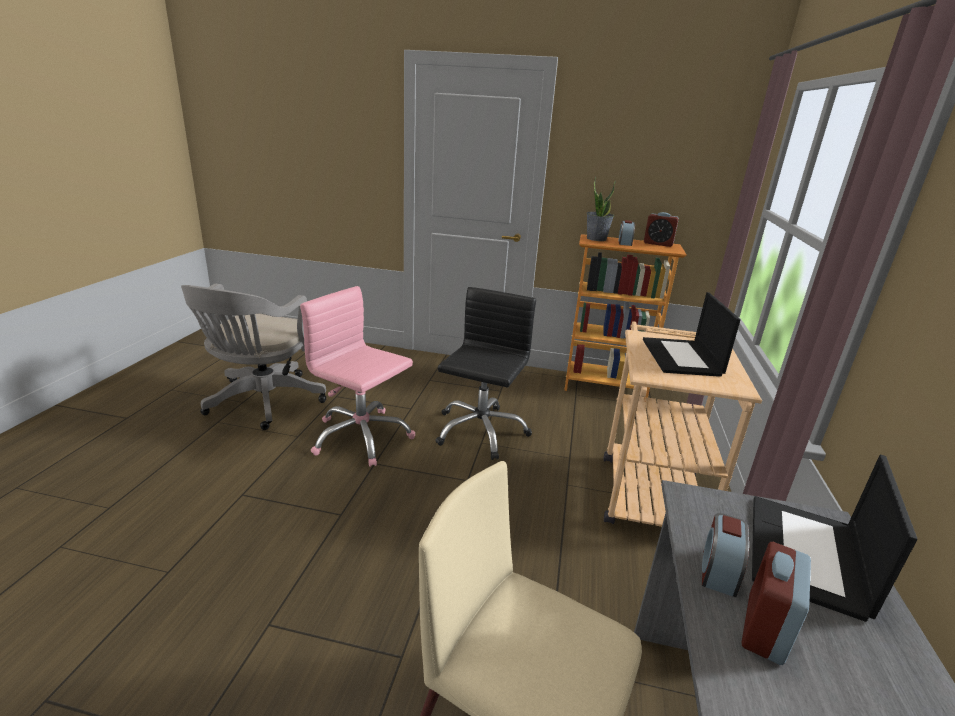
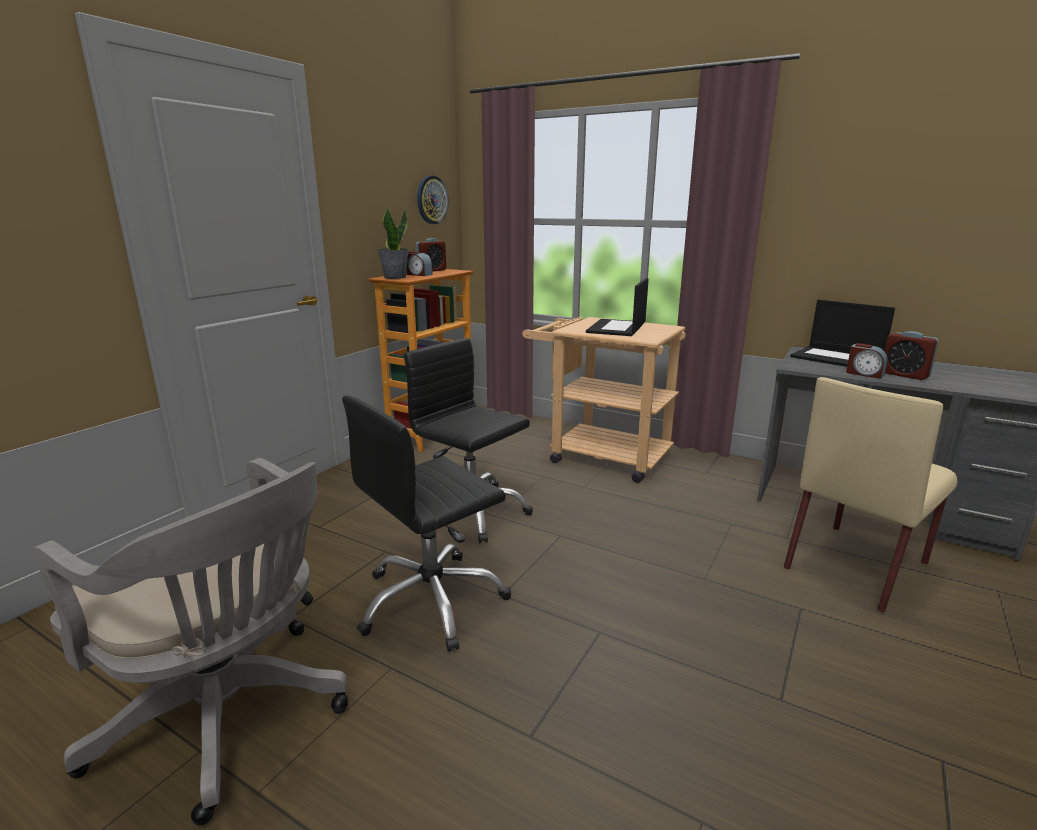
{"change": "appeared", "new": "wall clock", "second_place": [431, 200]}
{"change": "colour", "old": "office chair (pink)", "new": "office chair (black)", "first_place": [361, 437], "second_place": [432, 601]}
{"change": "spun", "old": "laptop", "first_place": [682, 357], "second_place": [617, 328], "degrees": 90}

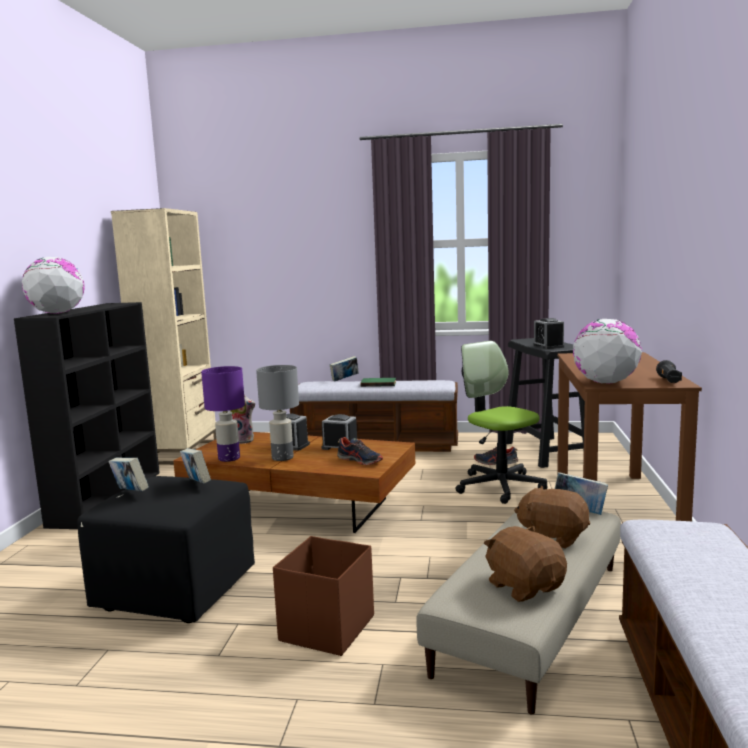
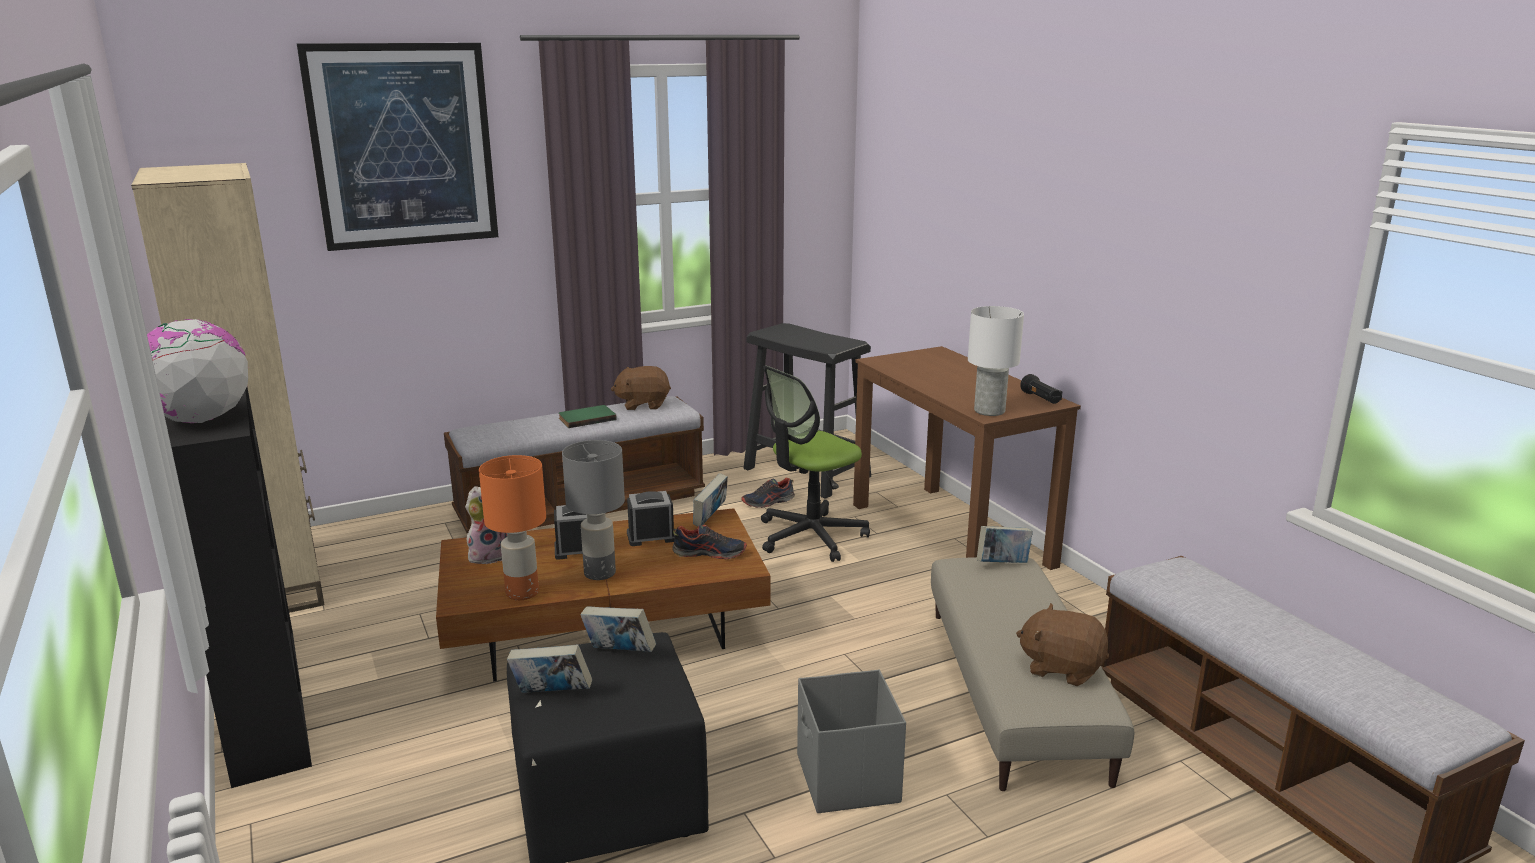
{"change": "missing", "old": "alarm clock", "first_place": [548, 346]}
{"change": "appeared", "new": "picture", "second_place": [403, 146]}
{"change": "relocated", "old": "book", "first_place": [344, 380], "second_place": [710, 519]}
{"change": "relocated", "old": "plush toy (brown)", "first_place": [553, 537], "second_place": [643, 404]}
{"change": "exchanged", "old": "globe", "new": "table lamp (white)", "first_place": [605, 382], "second_place": [988, 410]}
{"change": "colour", "old": "table lamp (purple)", "new": "table lamp (orange)", "first_place": [229, 458], "second_place": [523, 592]}
{"change": "colour", "old": "storage box (brown)", "new": "storage box (grey)", "first_place": [326, 629], "second_place": [847, 780]}
{"change": "spun", "old": "office chair", "first_place": [499, 486], "second_place": [810, 536], "degrees": -60}

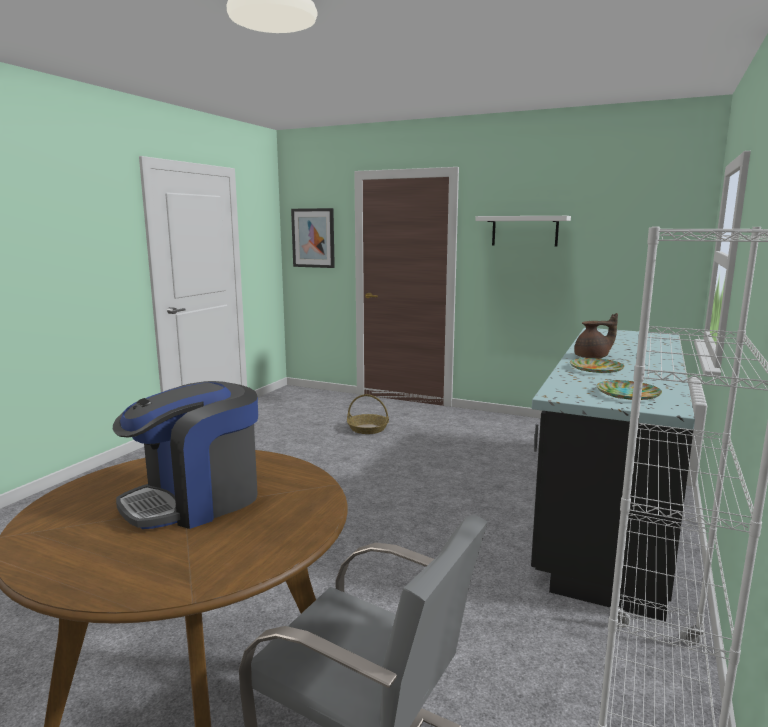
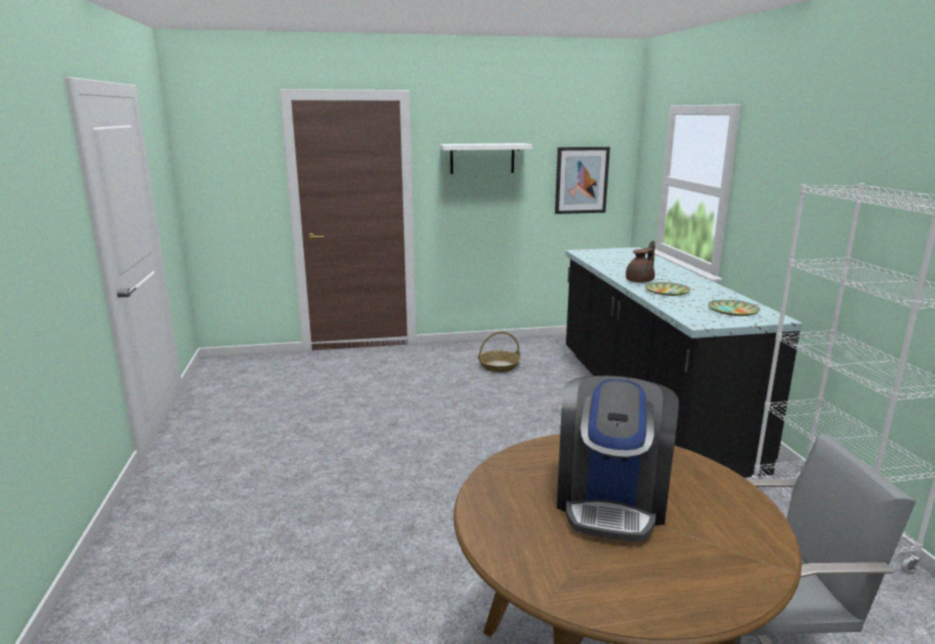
{"change": "relocated", "old": "picture", "first_place": [313, 238], "second_place": [581, 180]}
{"change": "relocated", "old": "basket", "first_place": [368, 429], "second_place": [499, 366]}

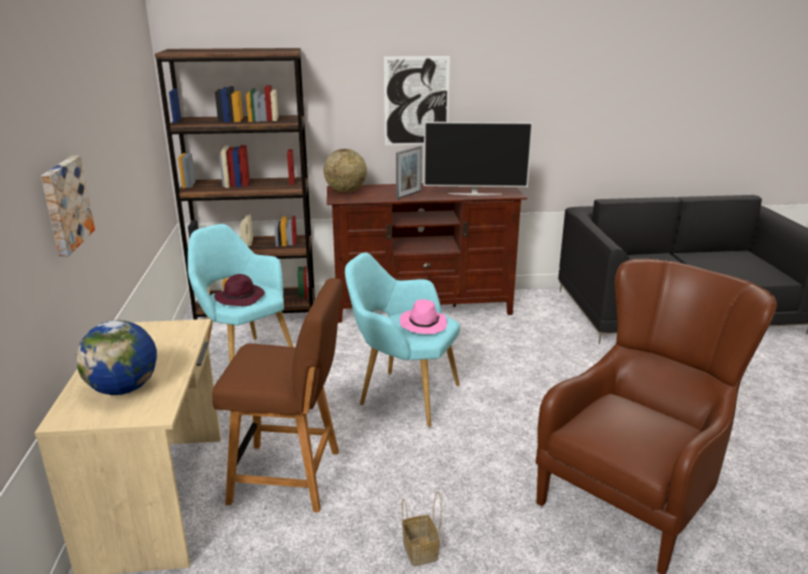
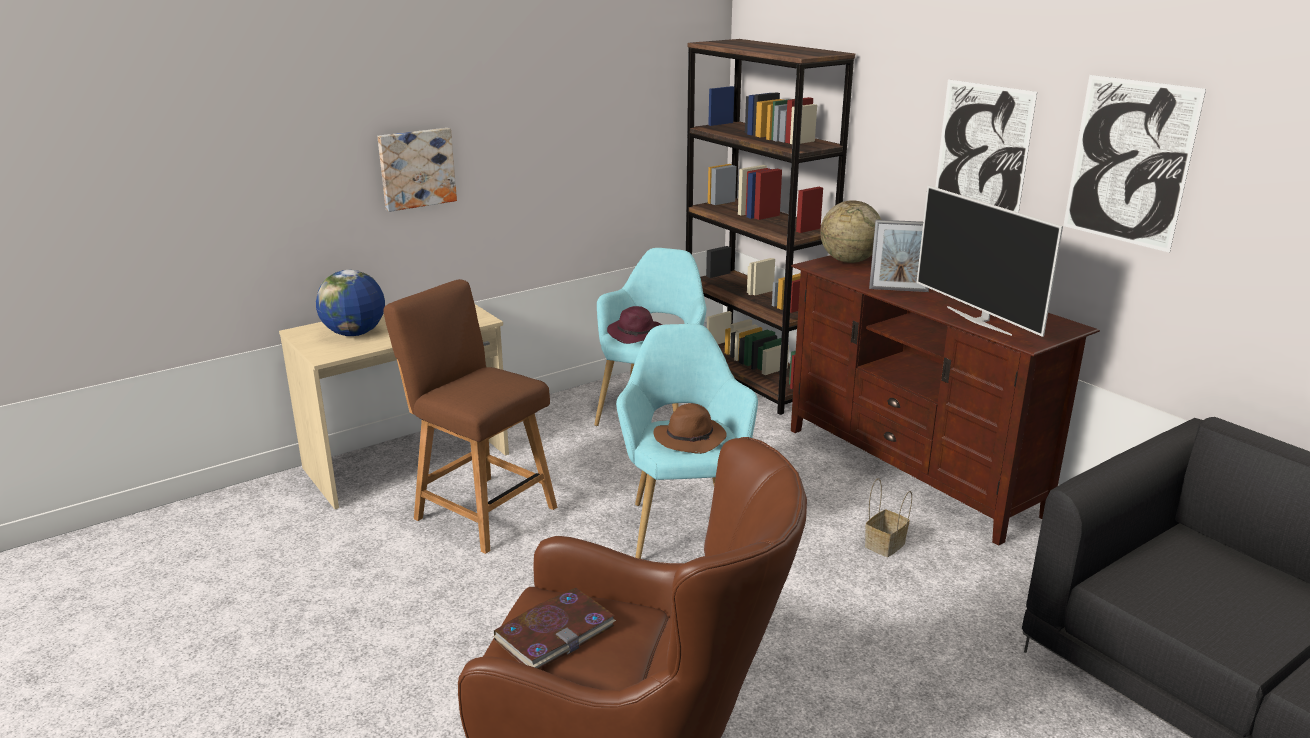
{"change": "appeared", "new": "book", "second_place": [555, 632]}
{"change": "appeared", "new": "picture", "second_place": [1129, 162]}
{"change": "relocated", "old": "basket", "first_place": [421, 551], "second_place": [885, 545]}
{"change": "colour", "old": "hat (pink)", "new": "hat (brown)", "first_place": [423, 325], "second_place": [691, 438]}
{"change": "spun", "old": "chair (brown)", "first_place": [291, 477], "second_place": [481, 511], "degrees": 150}

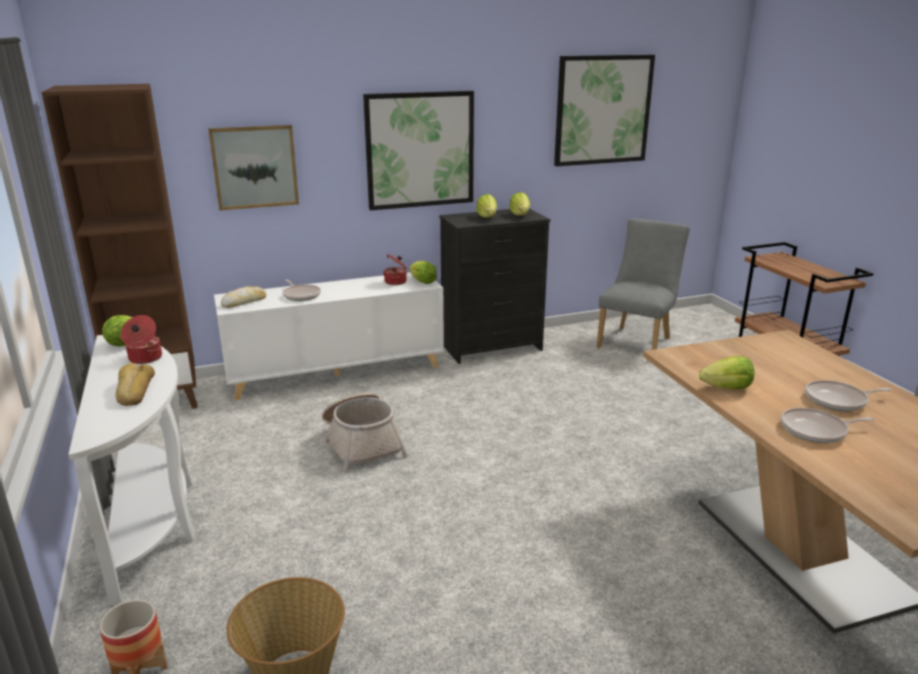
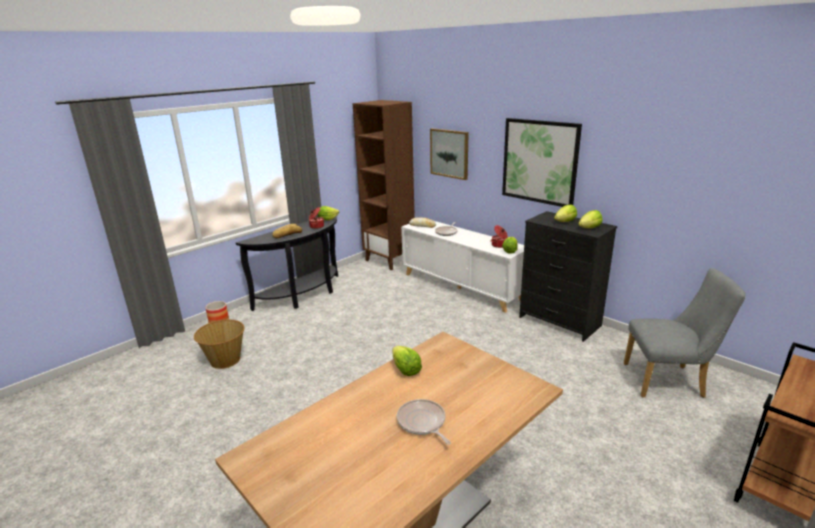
{"change": "missing", "old": "basket", "first_place": [362, 443]}
{"change": "missing", "old": "picture", "first_place": [602, 110]}
{"change": "missing", "old": "frying pan", "first_place": [816, 430]}
{"change": "colour", "old": "console table (white)", "new": "console table (black)", "first_place": [153, 518], "second_place": [304, 295]}

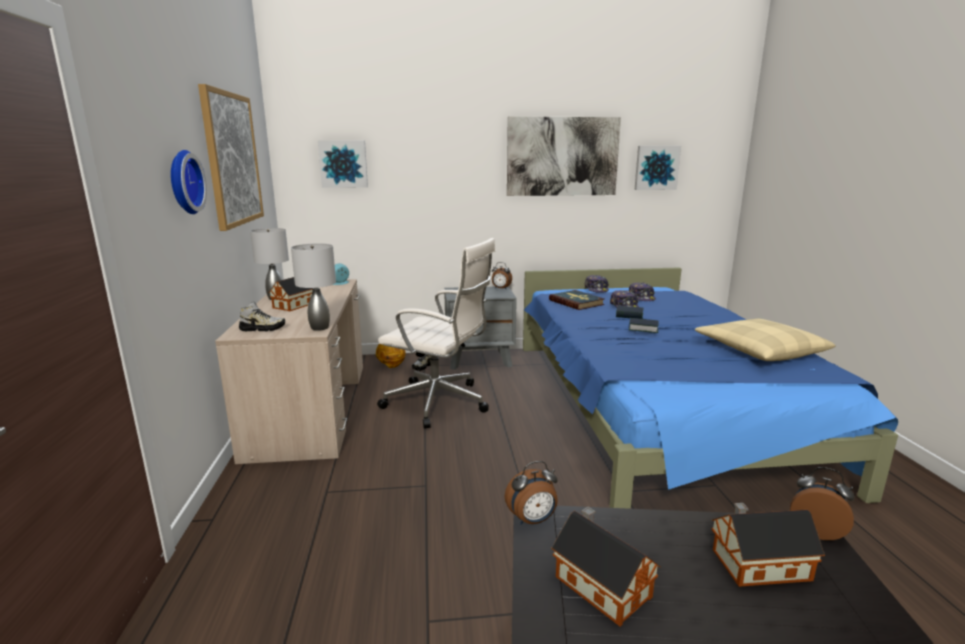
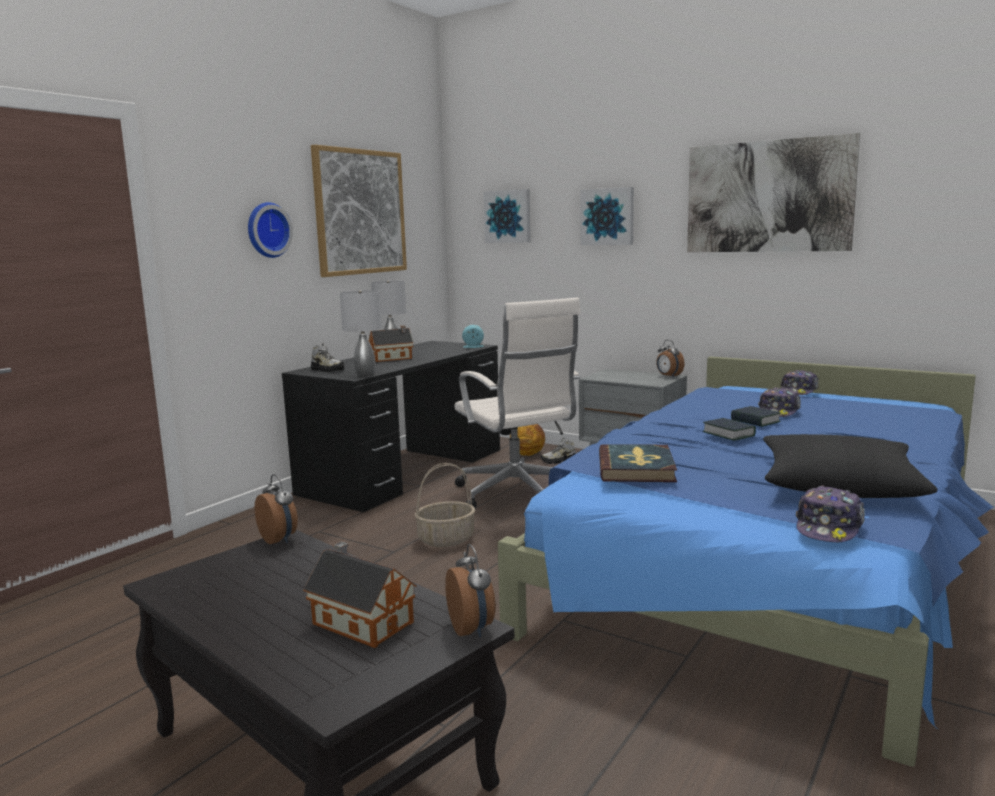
{"change": "missing", "old": "toy house", "first_place": [600, 584]}
{"change": "appeared", "new": "basket", "second_place": [446, 539]}
{"change": "relocated", "old": "book", "first_place": [576, 302], "second_place": [636, 468]}
{"change": "relocated", "old": "cap", "first_place": [641, 297], "second_place": [829, 528]}
{"change": "relocated", "old": "picture", "first_place": [656, 168], "second_place": [607, 216]}
{"change": "colour", "old": "desk (beige)", "new": "desk (black)", "first_place": [311, 406], "second_place": [406, 470]}
{"change": "colour", "old": "pillow (beige)", "new": "pillow (black)", "first_place": [759, 350], "second_place": [838, 483]}
{"change": "spun", "old": "alarm clock", "first_place": [532, 520], "second_place": [279, 539], "degrees": -150}

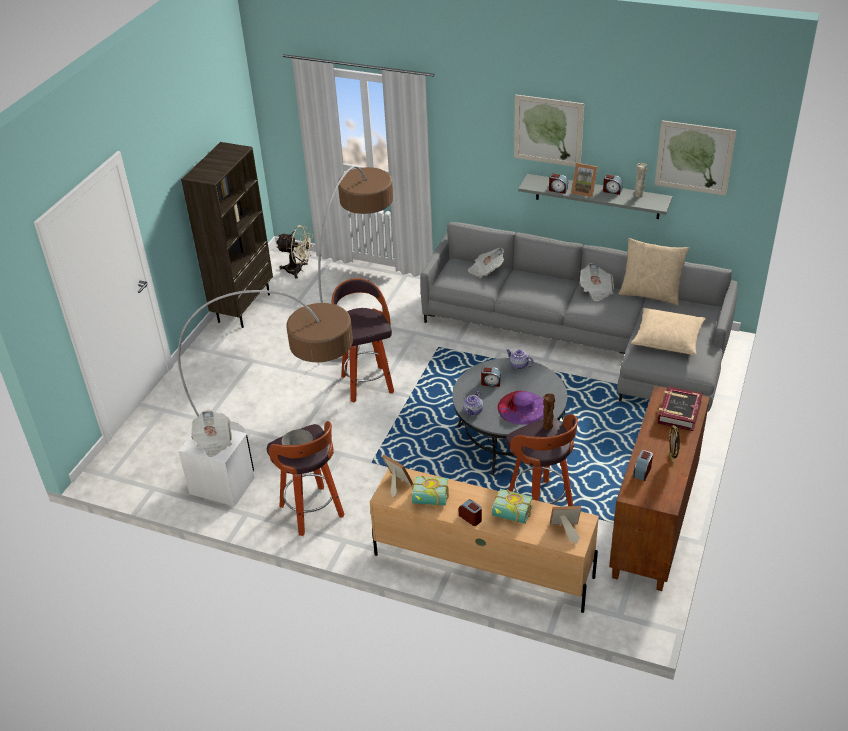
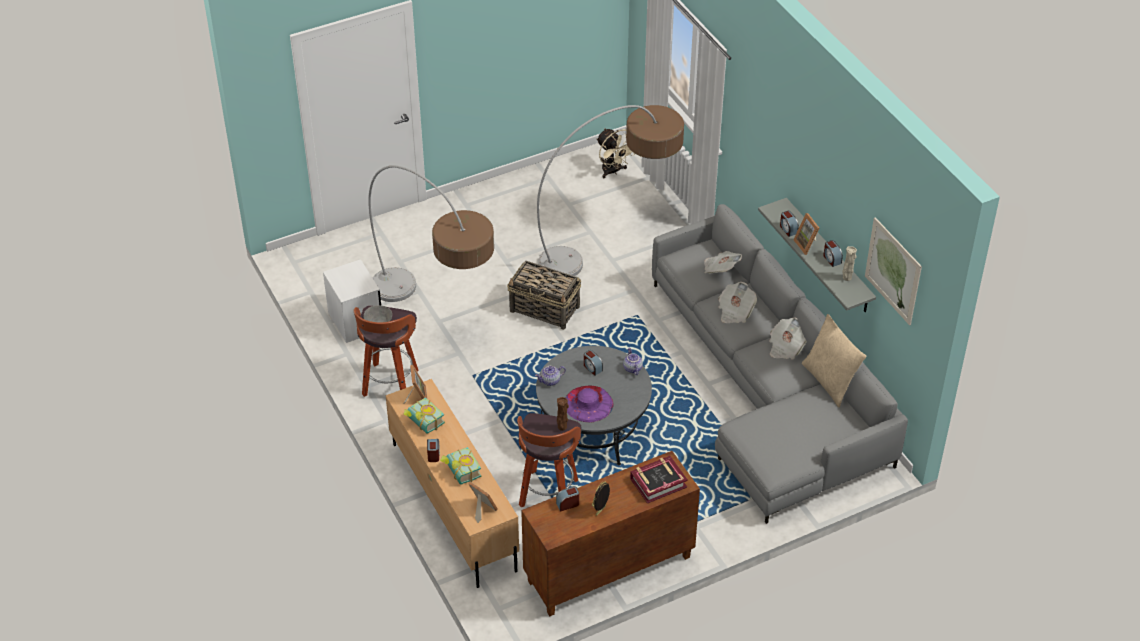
{"change": "missing", "old": "bookcase (brown)", "first_place": [243, 307]}
{"change": "missing", "old": "picture", "first_place": [548, 131]}
{"change": "missing", "old": "pillow (beige)", "first_place": [667, 338]}
{"change": "relocated", "old": "newspaper", "first_place": [213, 441], "second_place": [735, 311]}
{"change": "exchanged", "old": "stool", "new": "basket", "first_place": [366, 383], "second_place": [545, 309]}

